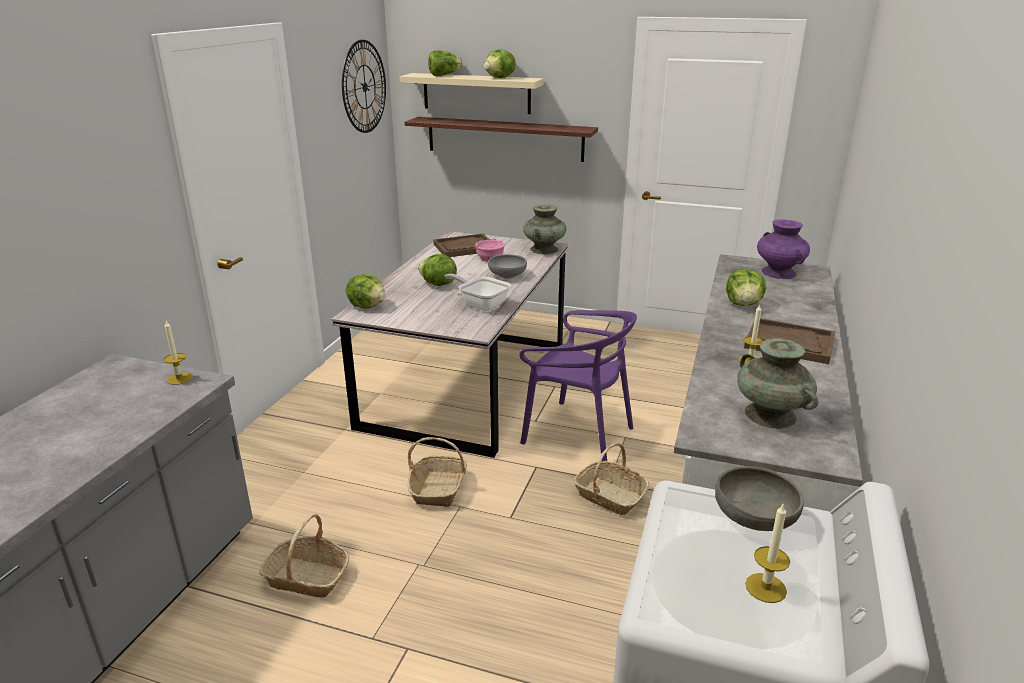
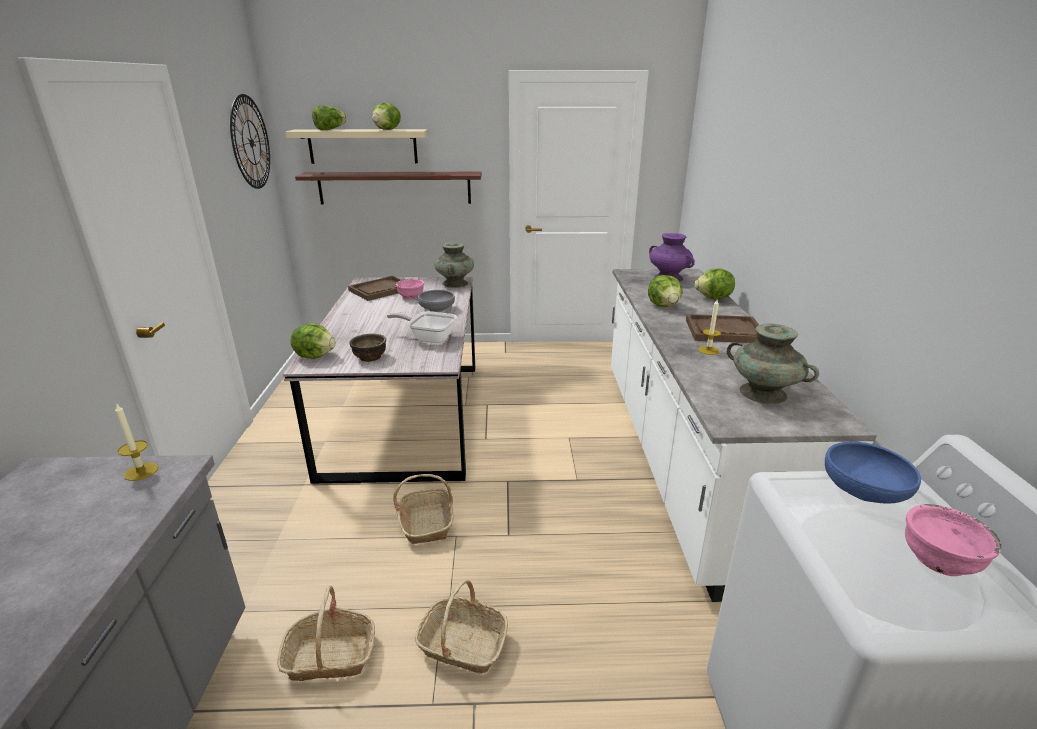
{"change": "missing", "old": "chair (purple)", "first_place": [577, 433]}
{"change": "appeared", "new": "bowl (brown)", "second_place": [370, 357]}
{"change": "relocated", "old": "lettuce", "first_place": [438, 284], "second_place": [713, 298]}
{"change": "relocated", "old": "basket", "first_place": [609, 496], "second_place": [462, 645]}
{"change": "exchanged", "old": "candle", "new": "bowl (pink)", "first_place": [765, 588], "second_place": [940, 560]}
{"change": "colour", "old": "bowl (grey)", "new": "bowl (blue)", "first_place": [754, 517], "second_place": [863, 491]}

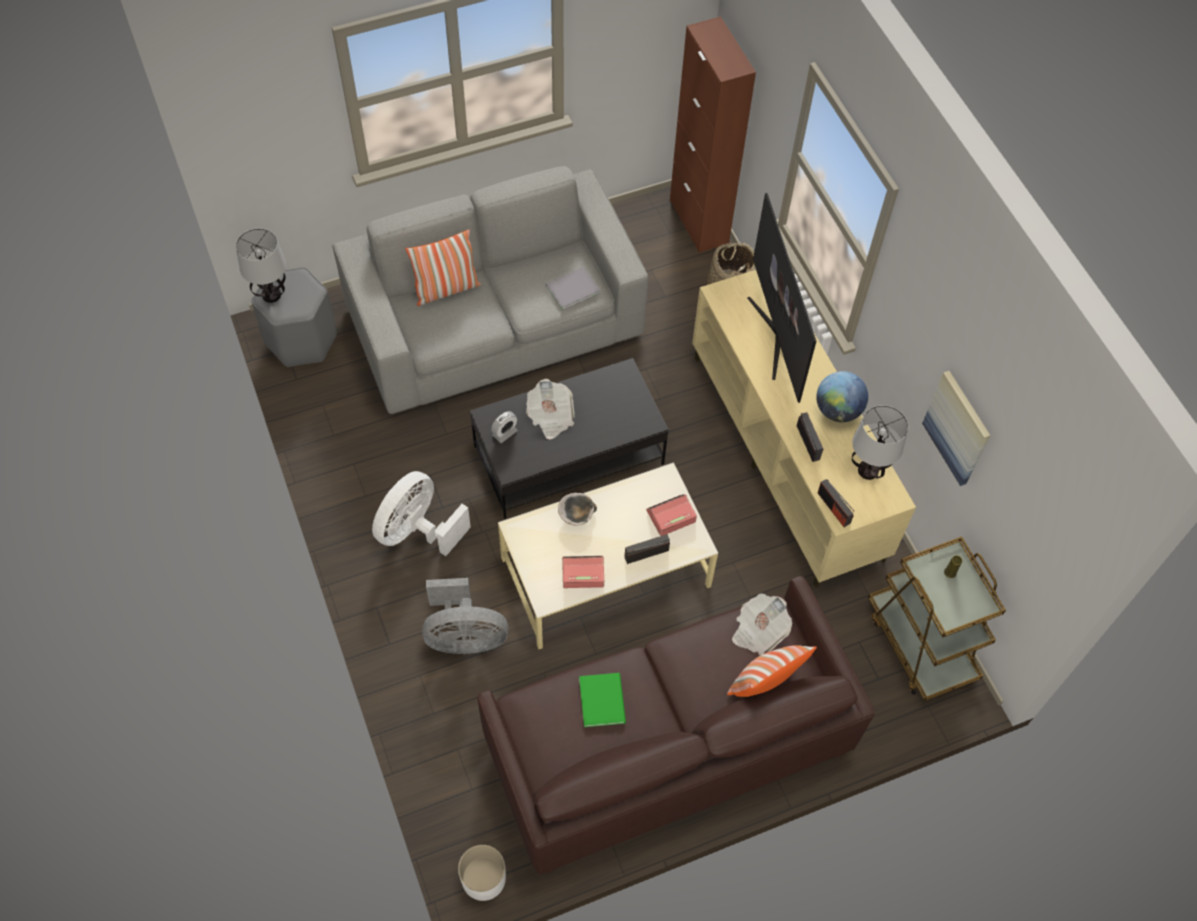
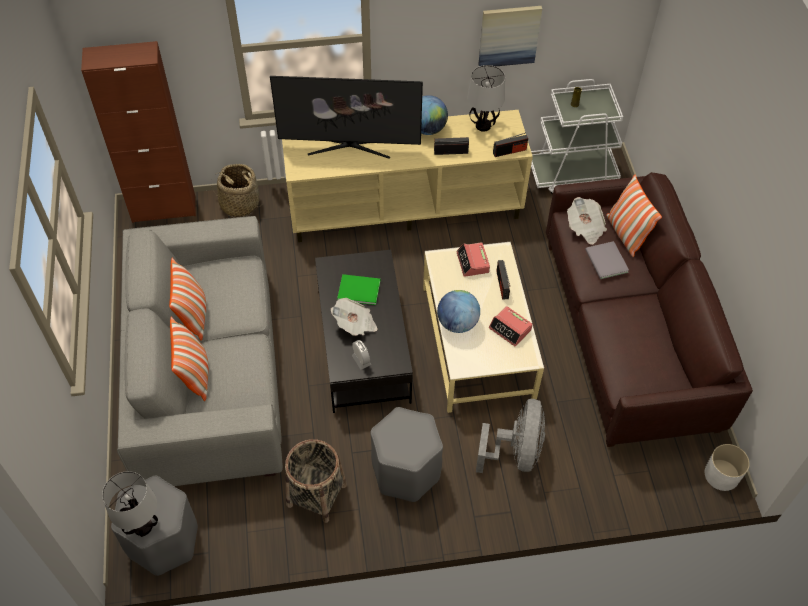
{"change": "appeared", "new": "pillow", "second_place": [193, 316]}
{"change": "appeared", "new": "basket", "second_place": [316, 495]}
{"change": "relocated", "old": "book (grey)", "first_place": [571, 289], "second_place": [606, 262]}
{"change": "relocated", "old": "book (green)", "first_place": [603, 698], "second_place": [358, 289]}
{"change": "exchanged", "old": "fan (white)", "new": "stool (grey)", "first_place": [417, 531], "second_place": [406, 471]}
{"change": "exchanged", "old": "bowl", "new": "globe", "first_place": [576, 515], "second_place": [457, 323]}
{"change": "colour", "old": "cart (brown)", "new": "cart (white)", "first_place": [921, 643], "second_place": [572, 174]}
{"change": "spun", "old": "alarm clock", "first_place": [582, 573], "second_place": [510, 329], "degrees": -60}

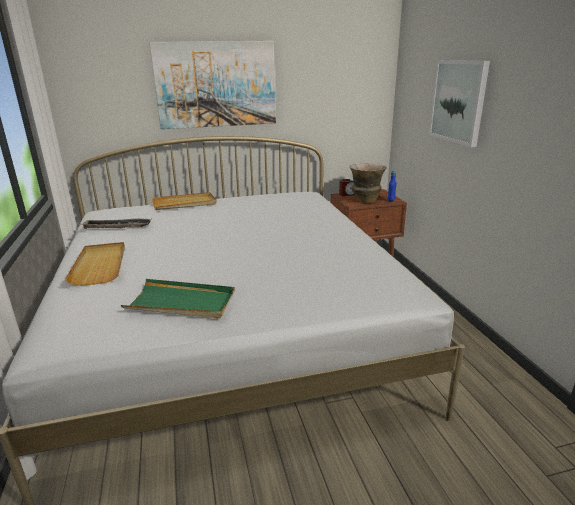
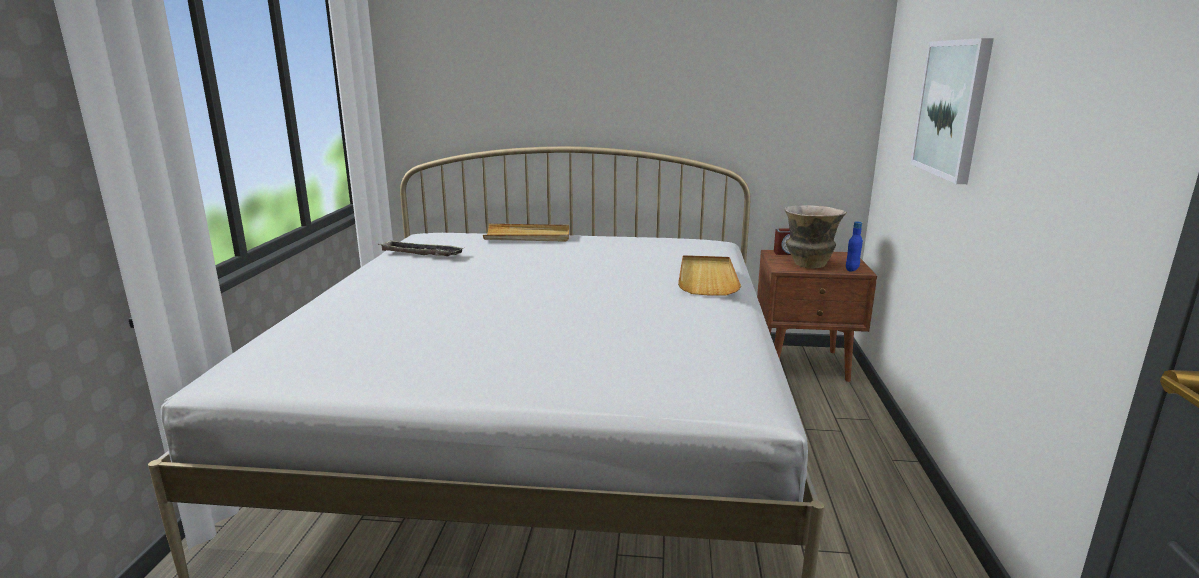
{"change": "missing", "old": "tray (green)", "first_place": [181, 302]}
{"change": "missing", "old": "picture", "first_place": [216, 85]}
{"change": "relocated", "old": "tray (beige)", "first_place": [100, 265], "second_place": [707, 278]}

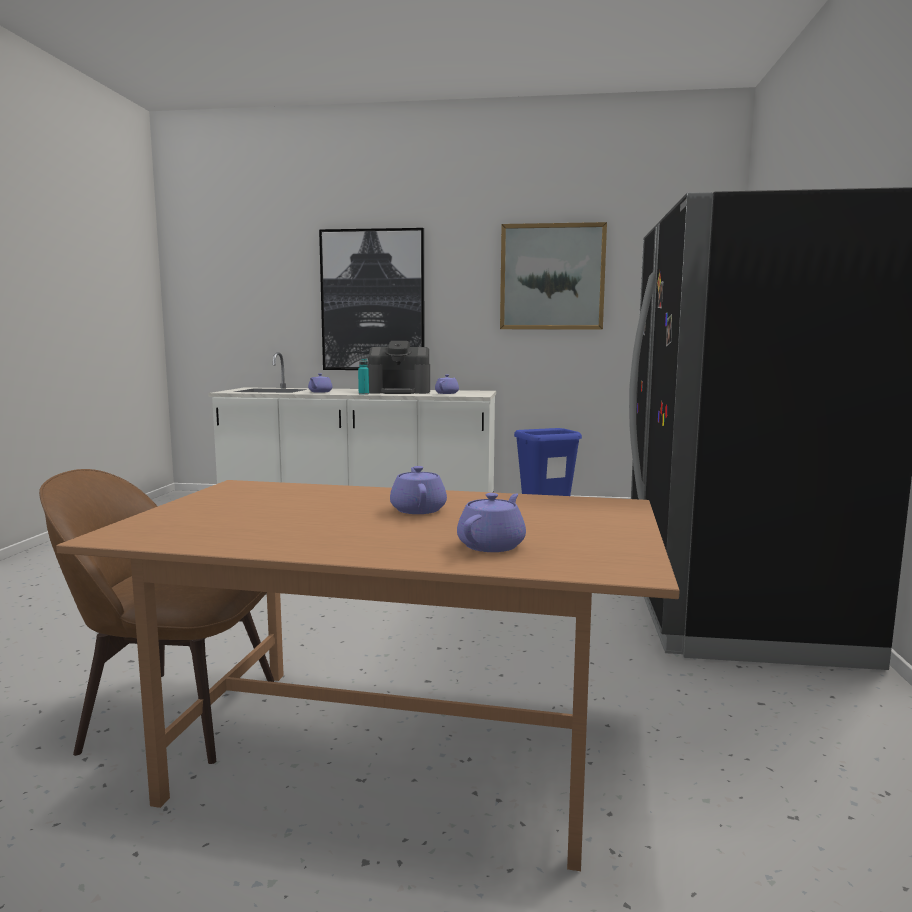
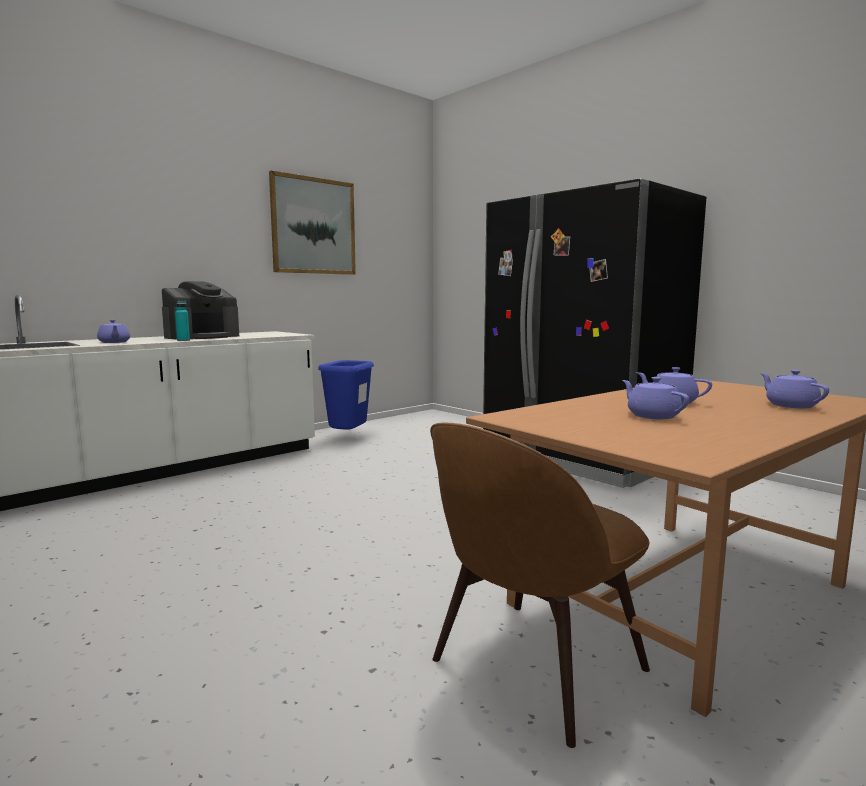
{"change": "missing", "old": "picture", "first_place": [373, 300]}
{"change": "relocated", "old": "teapot (purple)", "first_place": [447, 393], "second_place": [652, 416]}

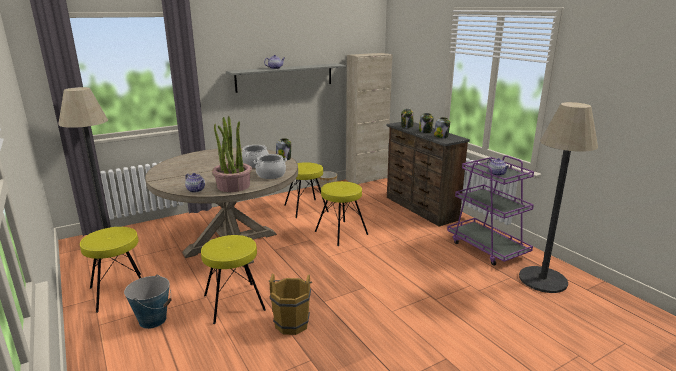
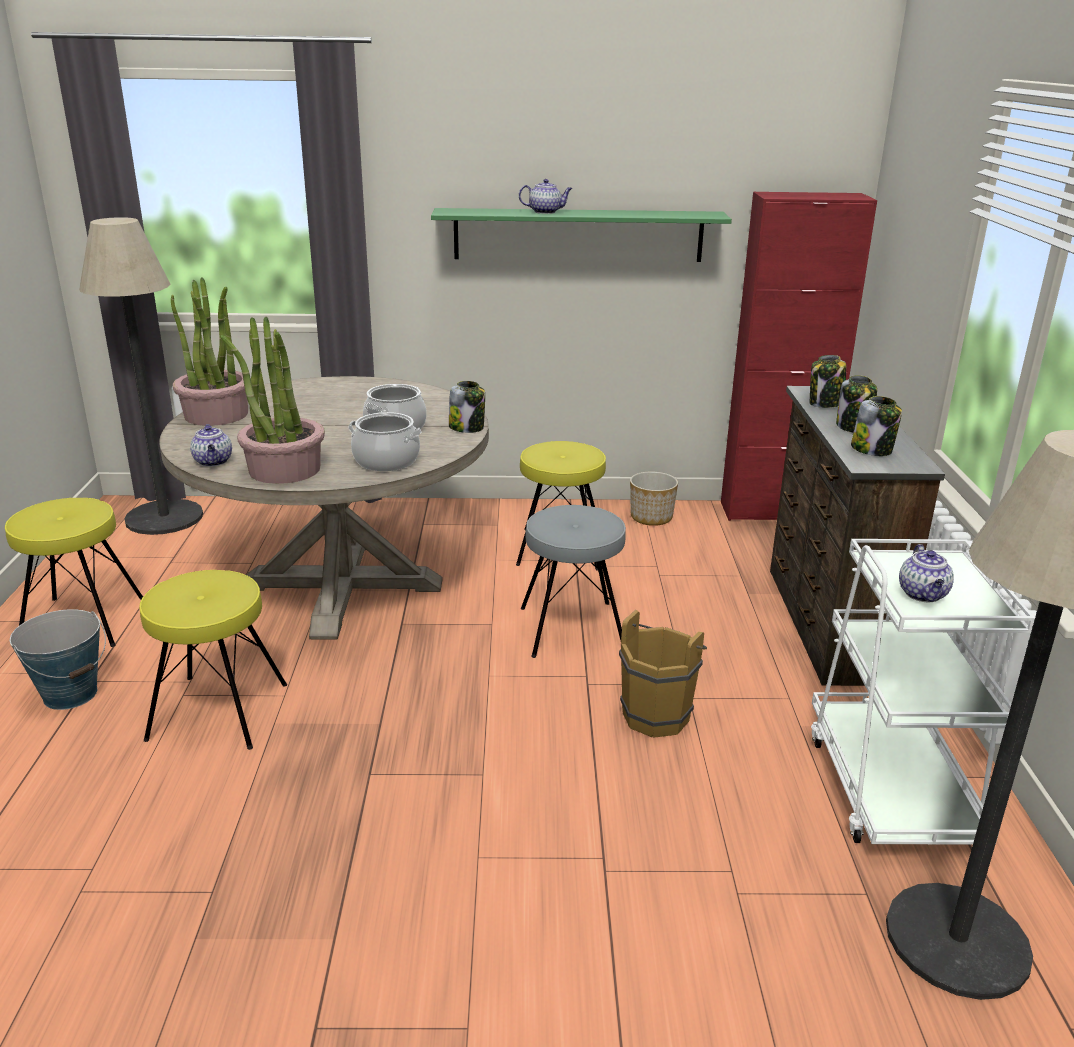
{"change": "appeared", "new": "potted plant", "second_place": [216, 415]}
{"change": "relocated", "old": "bucket (brown)", "first_place": [292, 322], "second_place": [658, 714]}
{"change": "colour", "old": "shelf (grey)", "new": "shelf (green)", "first_place": [285, 77], "second_place": [578, 235]}
{"change": "colour", "old": "stool (yellow)", "new": "stool (grey)", "first_place": [341, 233], "second_place": [573, 629]}
{"change": "colour", "old": "cabinet (beige)", "new": "cabinet (red)", "first_place": [366, 179], "second_place": [772, 511]}
{"change": "colour", "old": "cart (purple)", "new": "cart (white)", "first_place": [487, 247], "second_place": [891, 787]}

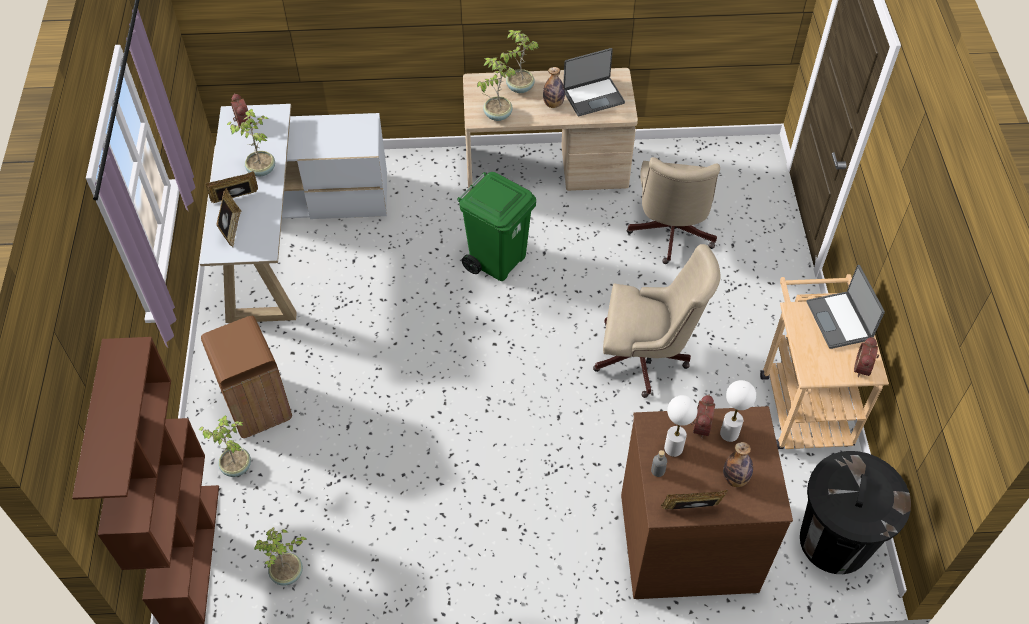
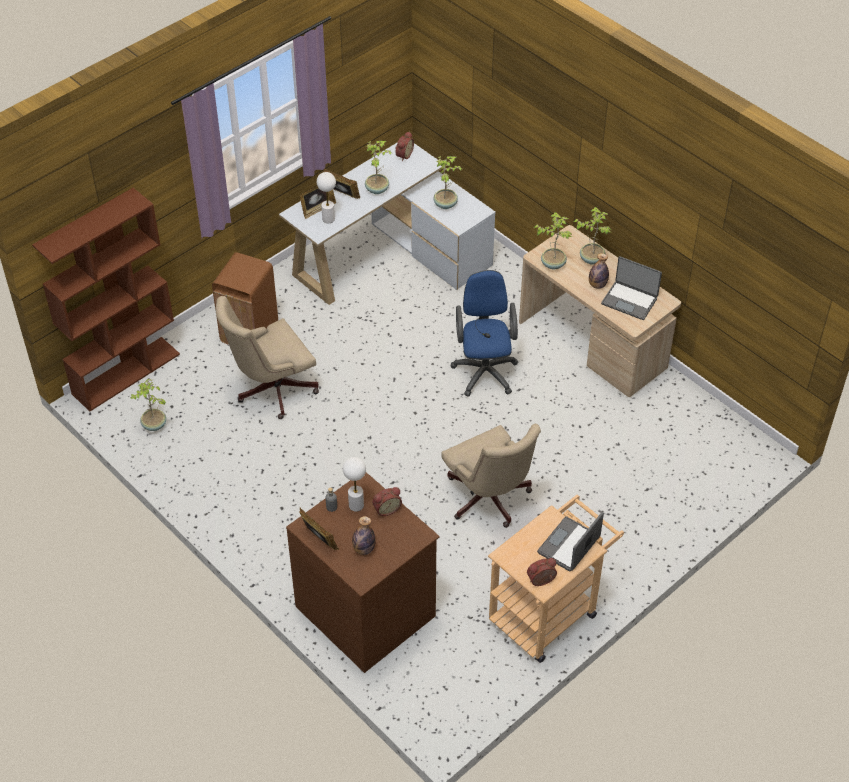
{"change": "missing", "old": "trash can (black)", "first_place": [834, 541]}
{"change": "relocated", "old": "potted plant", "first_place": [236, 466], "second_place": [446, 204]}
{"change": "relocated", "old": "office chair (beige)", "first_place": [670, 235], "second_place": [271, 390]}
{"change": "relocated", "old": "table lamp (white)", "first_place": [729, 433], "second_place": [328, 219]}
{"change": "exchanged", "old": "trash can (green)", "new": "office chair (blue)", "first_place": [497, 260], "second_place": [485, 370]}

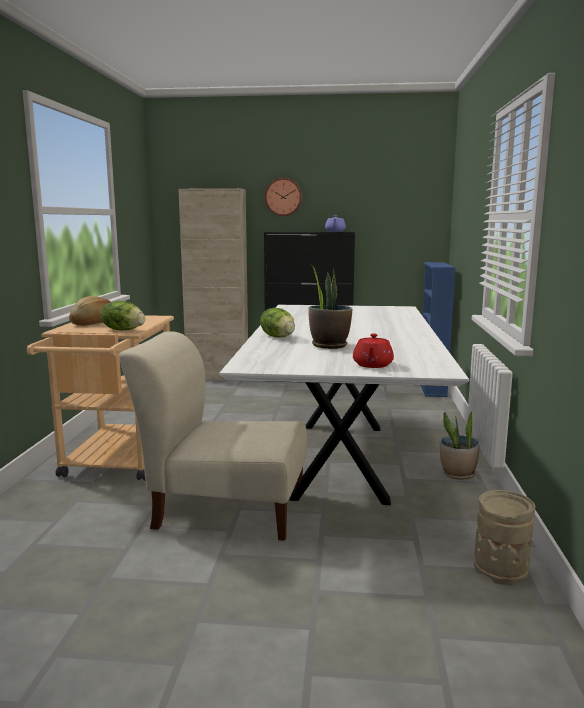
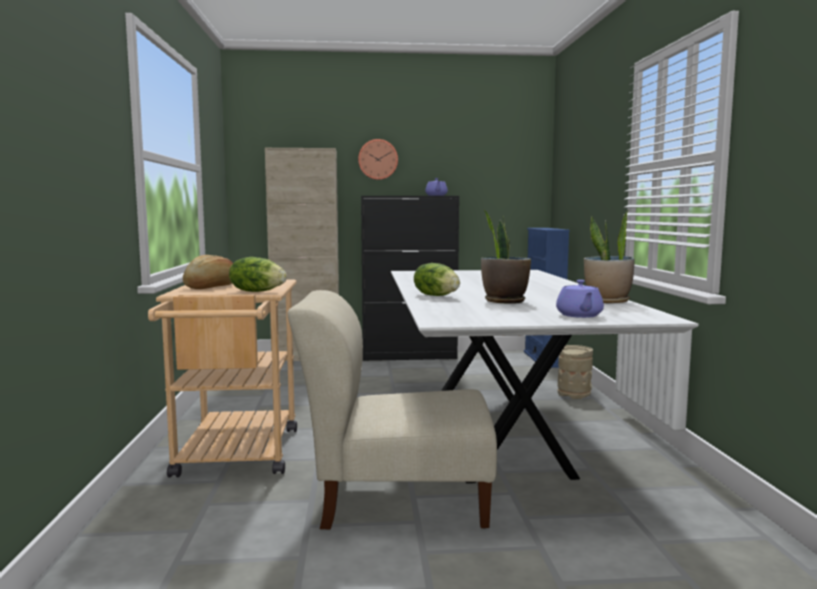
{"change": "relocated", "old": "potted plant", "first_place": [458, 474], "second_place": [607, 301]}
{"change": "relocated", "old": "vase (beige)", "first_place": [501, 569], "second_place": [574, 394]}
{"change": "colour", "old": "teapot (red)", "new": "teapot (purple)", "first_place": [372, 365], "second_place": [579, 315]}

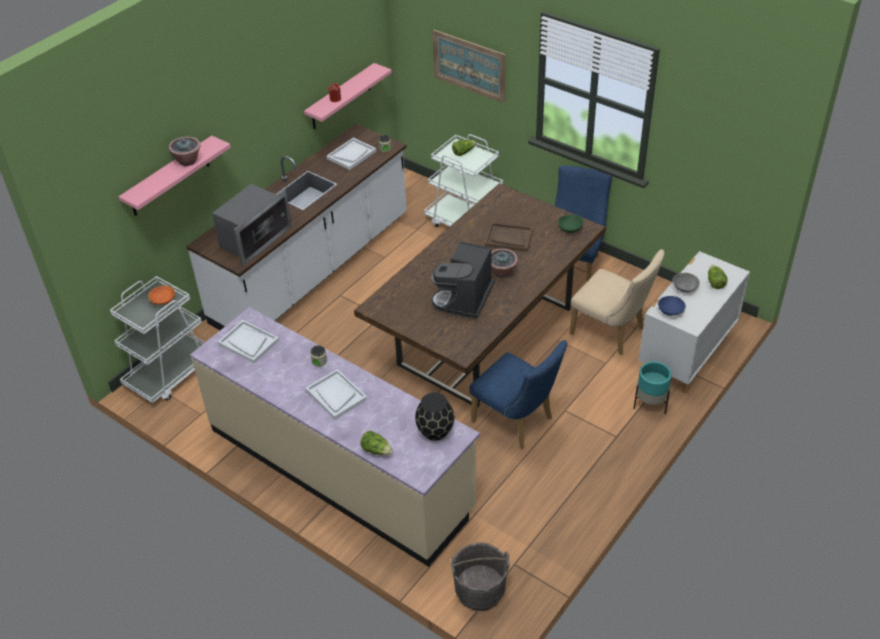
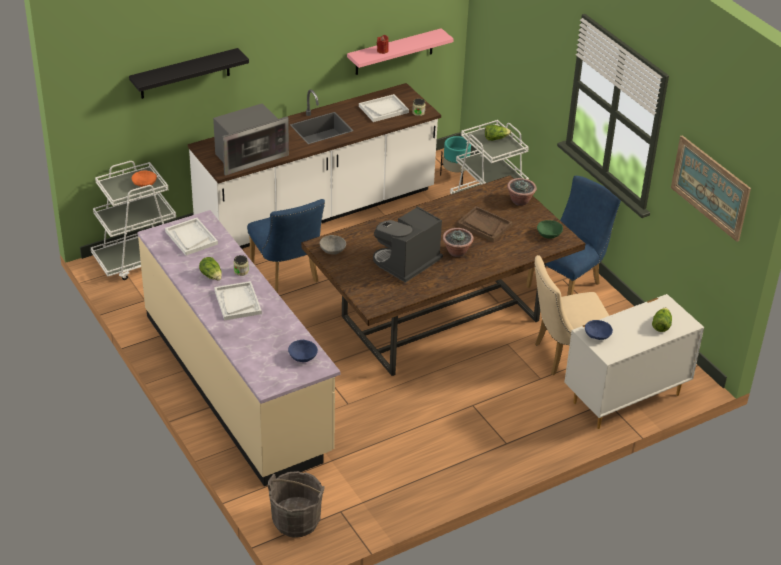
{"change": "relocated", "old": "potted plant", "first_place": [188, 161], "second_place": [520, 201]}
{"change": "relocated", "old": "lettuce", "first_place": [376, 450], "second_place": [212, 276]}
{"change": "relocated", "old": "picture", "first_place": [469, 65], "second_place": [710, 187]}
{"change": "relocated", "old": "chair (blue)", "first_place": [517, 422], "second_place": [287, 276]}
{"change": "relocated", "old": "planter (turquoise)", "first_place": [650, 404], "second_place": [455, 176]}
{"change": "relocated", "old": "bowl (grey)", "first_place": [684, 288], "second_place": [332, 250]}
{"change": "exchanged", "old": "vase (black)", "new": "bowl (blue)", "first_place": [435, 431], "second_place": [302, 357]}
{"change": "colour", "old": "shelf (pink)", "new": "shelf (black)", "first_place": [169, 177], "second_place": [185, 74]}
{"change": "spun", "old": "chair (beige)", "first_place": [612, 333], "second_place": [565, 355], "degrees": 105}

